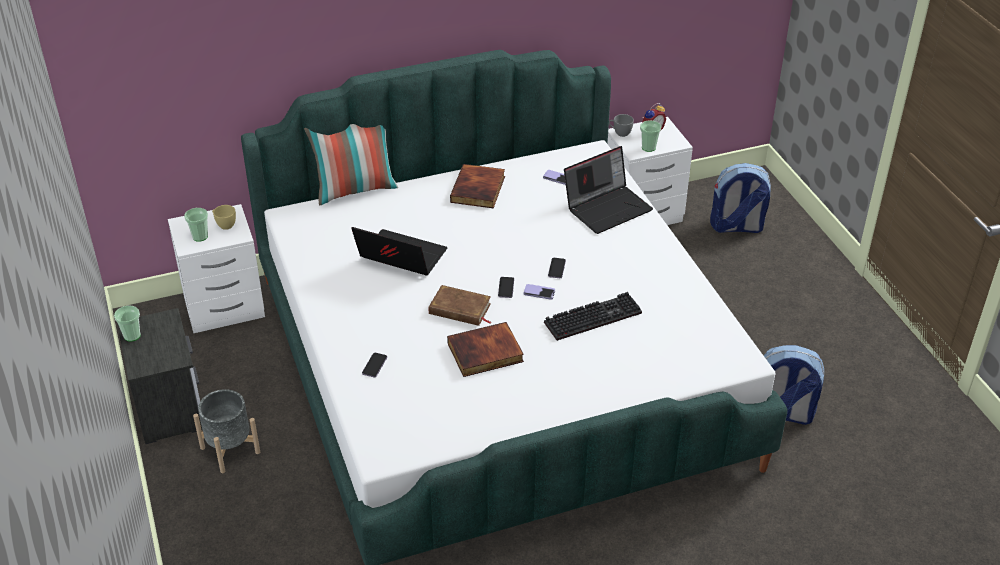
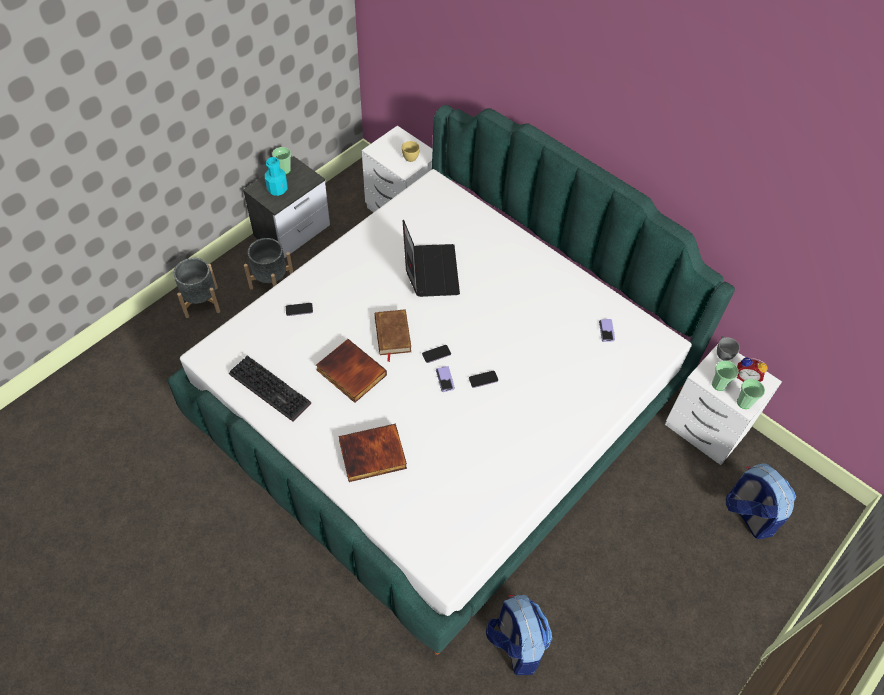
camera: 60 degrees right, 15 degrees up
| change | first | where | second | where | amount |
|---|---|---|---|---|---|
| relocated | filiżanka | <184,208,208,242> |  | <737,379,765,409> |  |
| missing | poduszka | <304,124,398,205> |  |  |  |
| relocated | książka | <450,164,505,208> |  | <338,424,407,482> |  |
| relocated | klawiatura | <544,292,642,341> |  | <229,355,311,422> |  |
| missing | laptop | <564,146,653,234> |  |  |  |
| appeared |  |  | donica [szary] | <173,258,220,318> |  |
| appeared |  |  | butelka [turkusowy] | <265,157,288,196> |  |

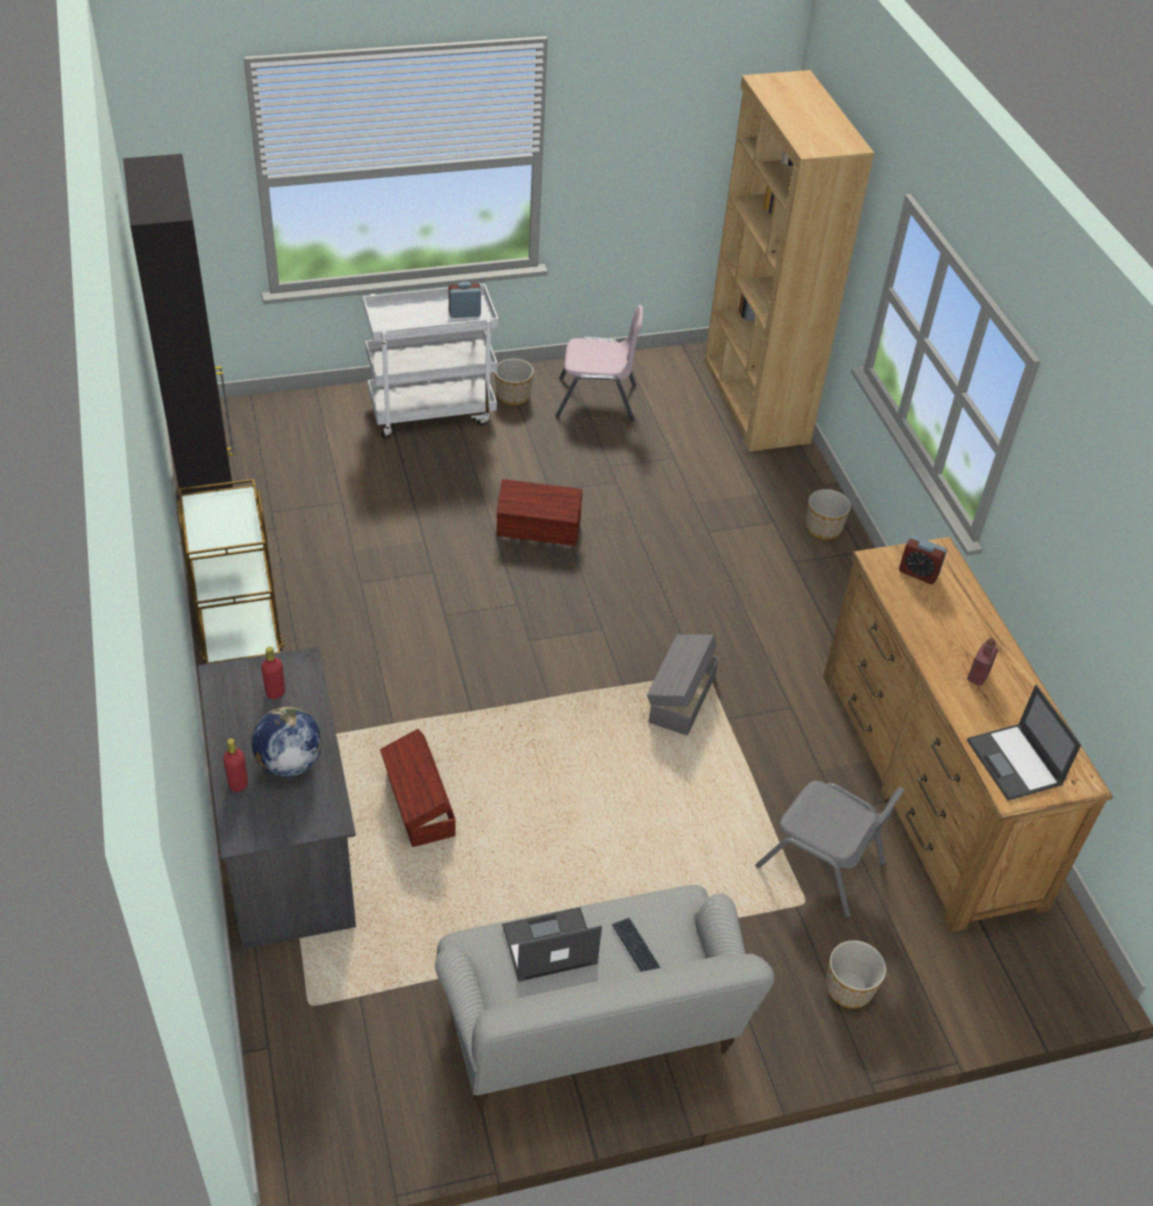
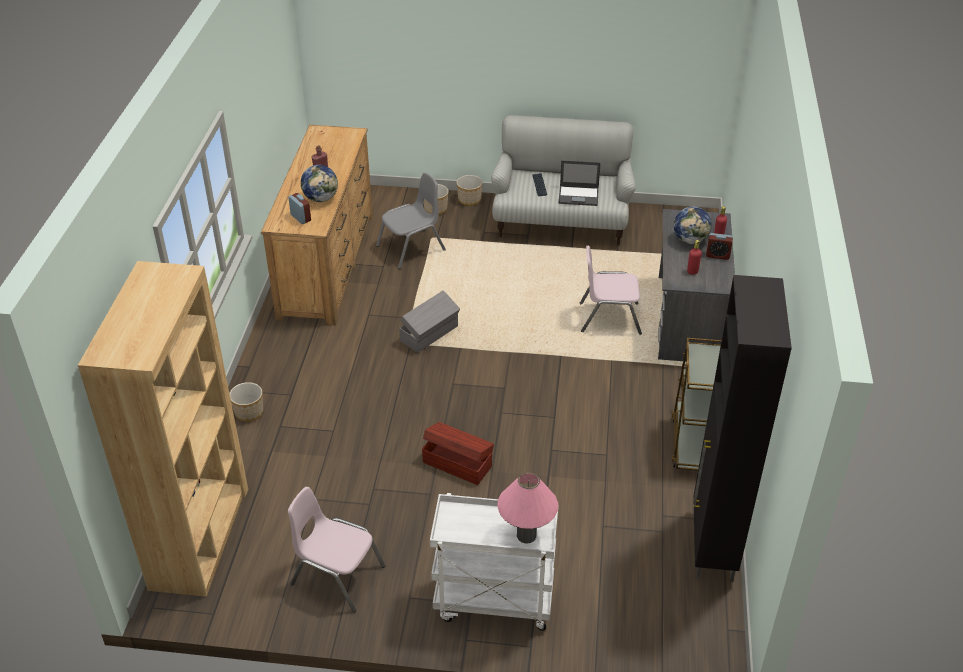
camera: 155 degrees left, 5 degrees down
| change | first | where | second | where | amount |
|---|---|---|---|---|---|
| exchanged | pojemnik do przechowywania [brązowy] | <380,729,456,847> | krzesło [różowy] | <580,245,642,335> |  |
| relocated | budzik | <449,282,481,318> |  | <706,233,733,260> |  |
| relocated | donica | <495,359,534,405> |  | <456,175,483,206> |  |
| spun | krzesło [szary] | <755,781,905,918> |  | <376,173,446,269> | 90 degrees clockwise |
| missing | laptop | <967,685,1081,801> |  |  |  |
| appeared |  |  | globus | <301,165,338,202> |  |
| appeared |  |  | lampa stołowa [różowy] | <497,473,558,544> |  |

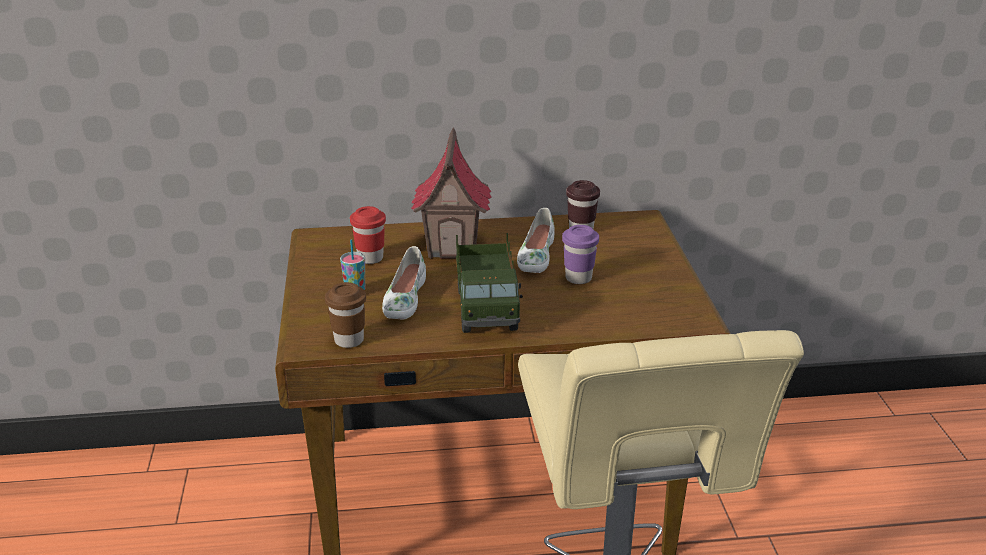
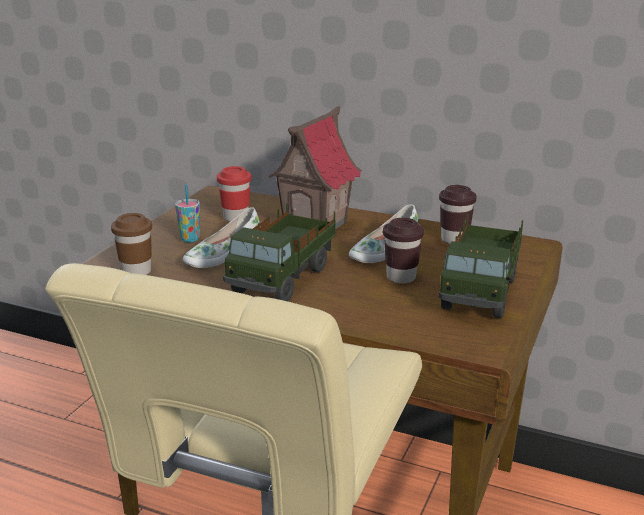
camera: 30 degrees right, 5 degrees down
| change | first | where | second | where | amount |
|---|---|---|---|---|---|
| colour | filiżanka [fioletowy] | <562,225,599,284> | filiżanka [brązowy] | <383,218,424,284> |  |
| appeared |  |  | ciężarówka zabawkowa | <439,213,523,318> |  |

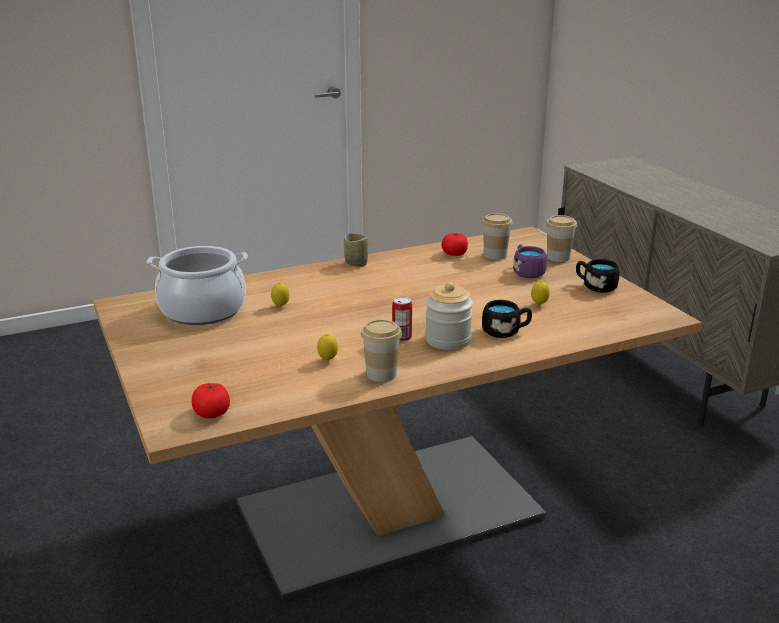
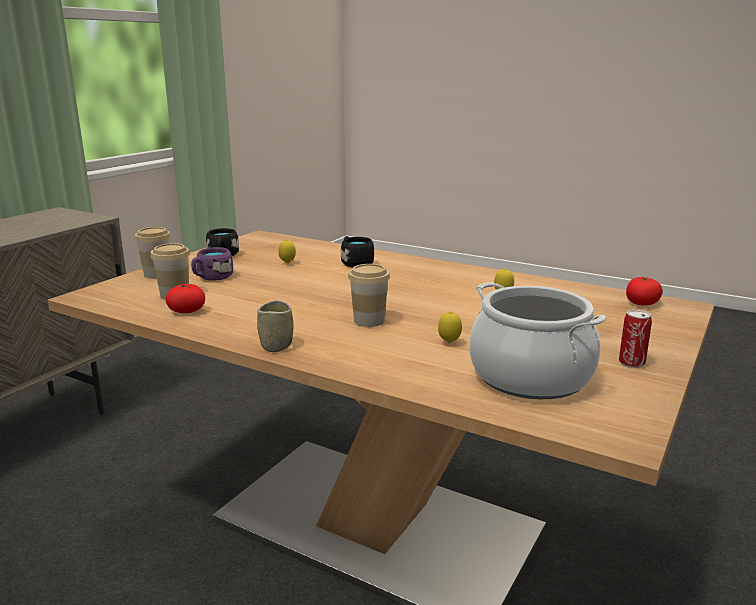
camera: 125 degrees left, 5 degrees down
| change | first | where | second | where | amount |
|---|---|---|---|---|---|
| relocated | filiżanka | <361,319,402,382> |  | <348,264,390,327> |  |
| relocated | puszka | <392,296,412,342> |  | <619,309,652,368> |  |
| missing | słoik | <425,282,473,350> |  |  |  |

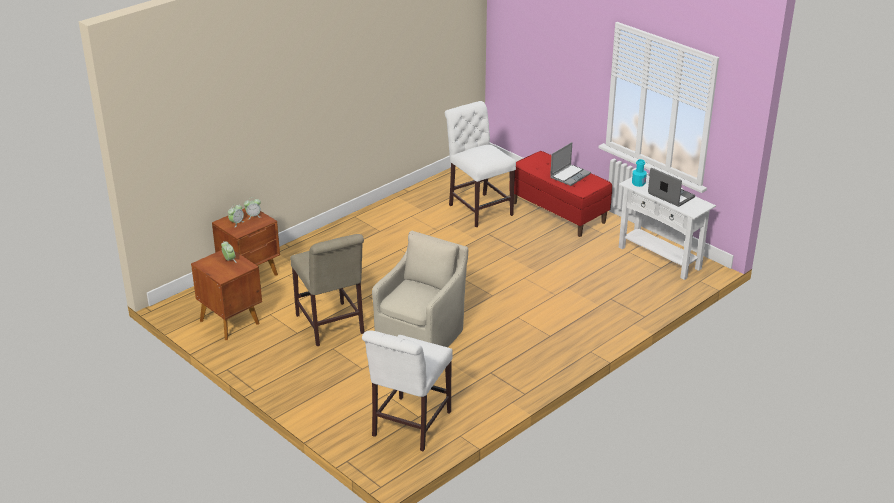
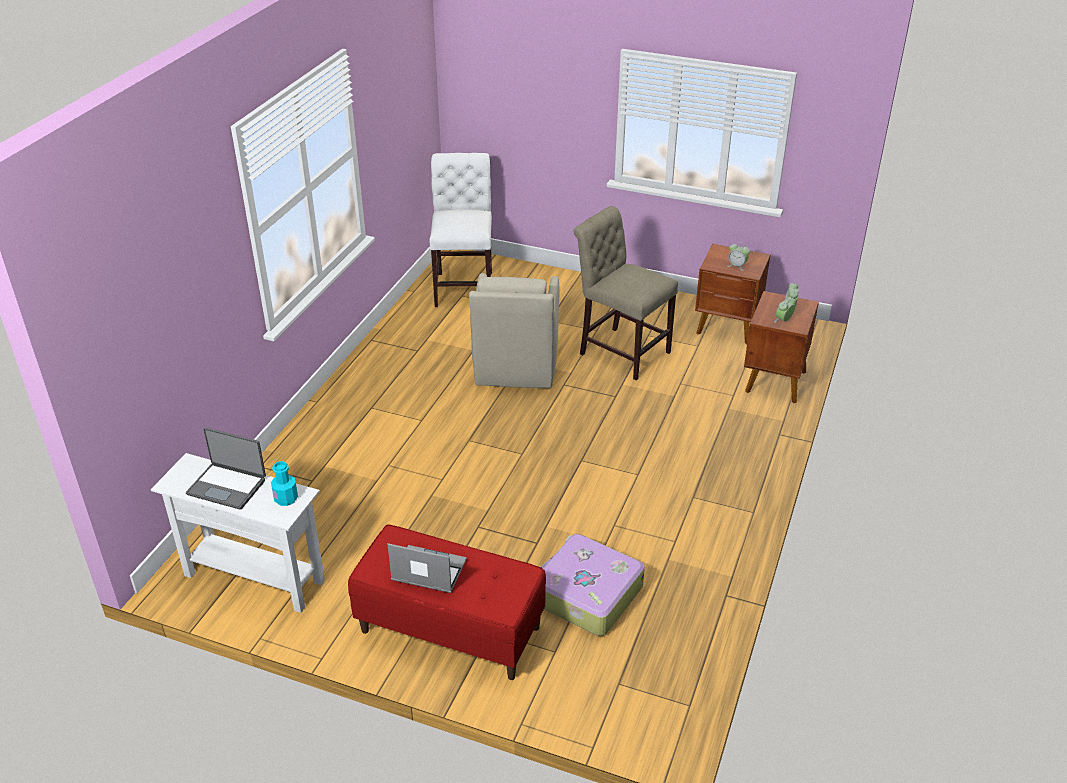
camera: 155 degrees right, 5 degrees up
| change | first | where | second | where | amount |
|---|---|---|---|---|---|
| exchanged | krzesło [biały] | <445,101,516,227> | walizka | <541,534,645,636> |  |
| spun | laptop | <550,142,591,186> |  | <388,543,467,593> | 90 degrees clockwise |

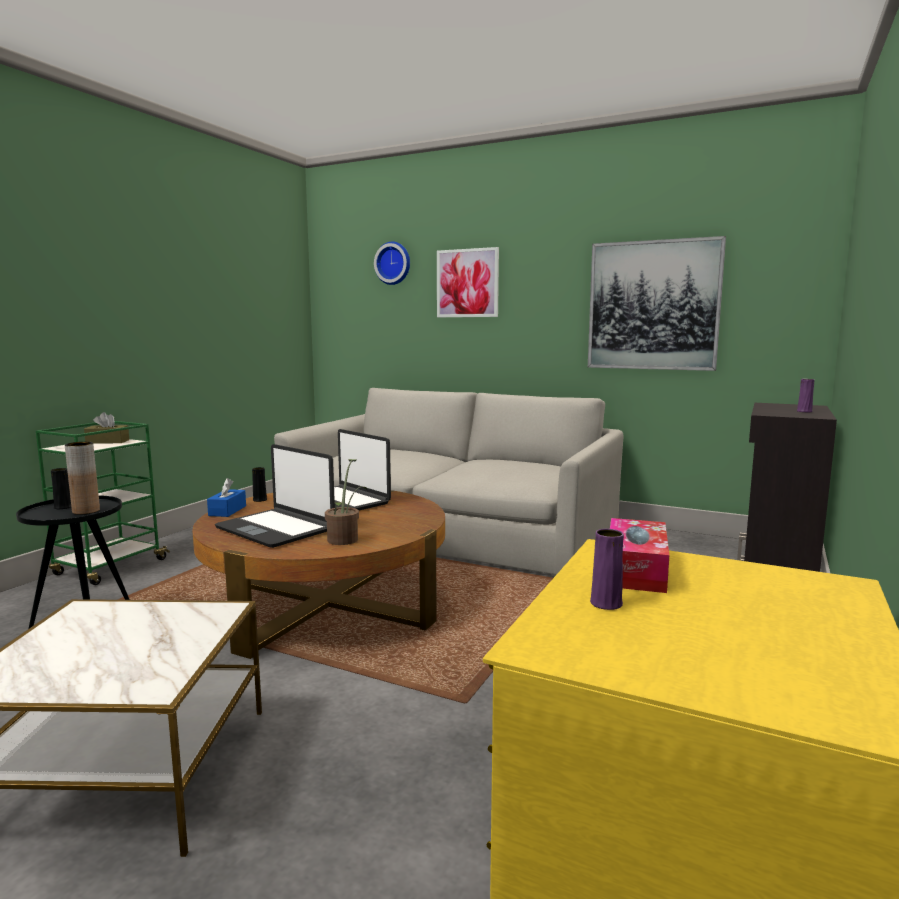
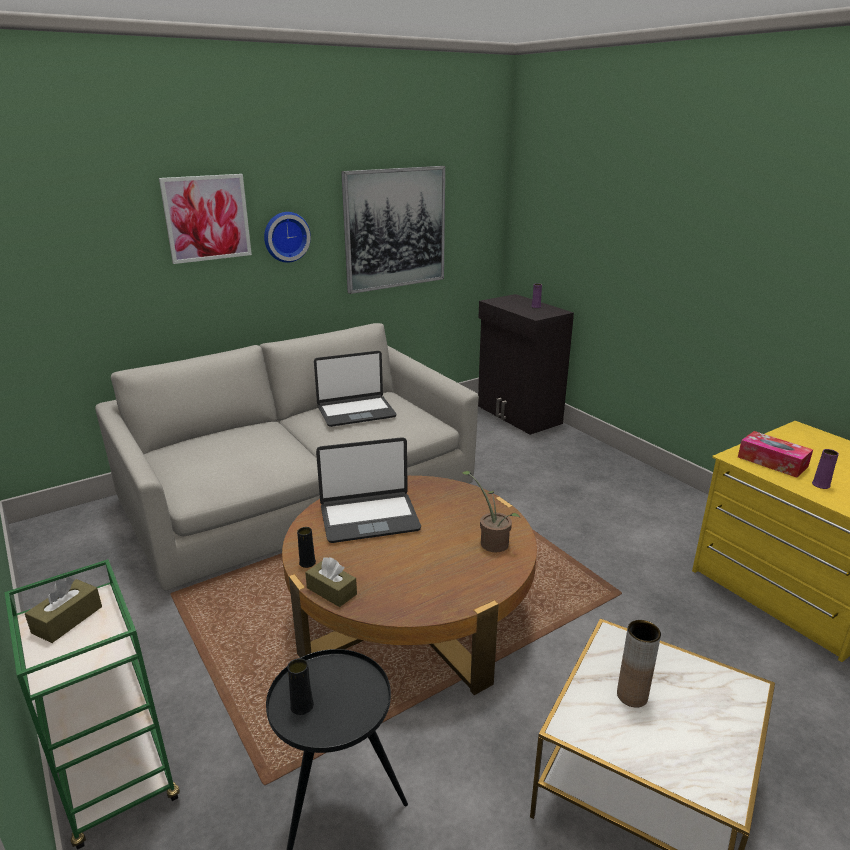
camera: 60 degrees left, 15 degrees up
| change | first | where | second | where | amount |
|---|---|---|---|---|---|
| relocated | wazon [brązowy] | <65,442,100,515> |  | <617,620,661,708> |  |
| colour | pudełko chusteczek [niebieski] | <207,478,246,517> | pudełko chusteczek [brązowy] | <305,557,357,607> |  |
| relocated | laptop | <215,444,335,548> |  | <314,351,396,427> |  |
| relocated | zegar ścienny | <374,241,410,285> |  | <264,212,311,263> |  |

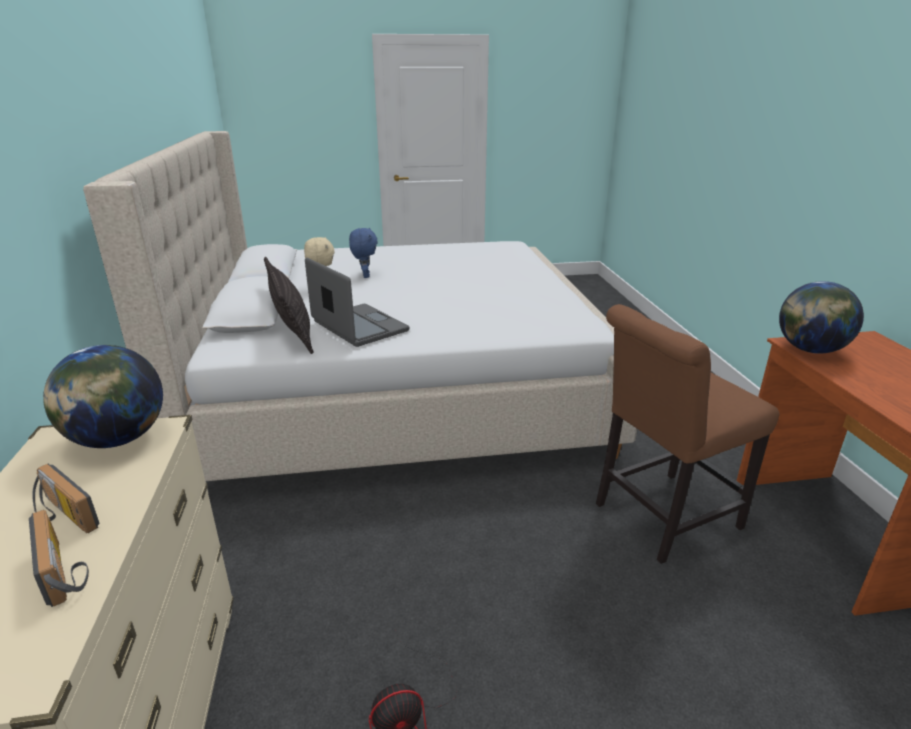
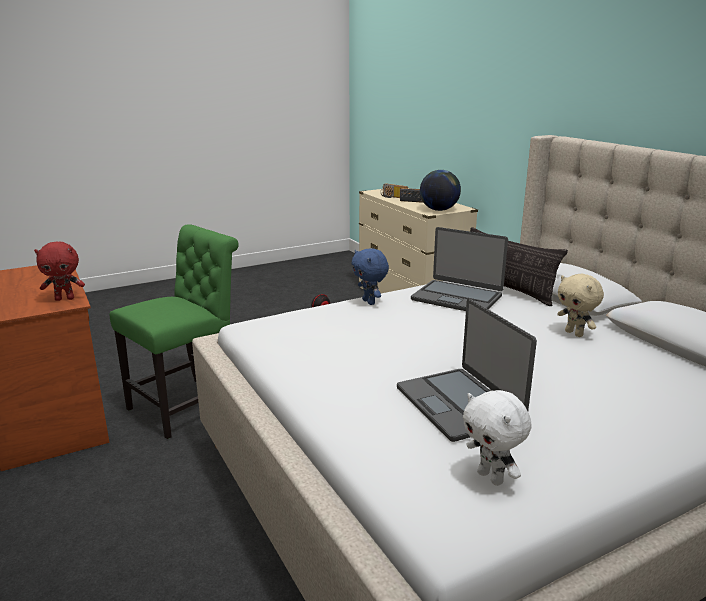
camera: 160 degrees right, 5 degrees down
| change | first | where | second | where | amount |
|---|---|---|---|---|---|
| relocated | pluszak [niebieski] | <349,228,377,278> |  | <352,248,389,305> |  |
| colour | krzesło [brązowy] | <596,304,780,564> | krzesło [zielony] | <109,224,239,439> |  |
| exchanged | globus | <779,281,864,353> | pluszak [czerwony] | <34,242,85,301> |  |
| appeared |  |  | laptop | <397,299,537,442> |  |
| appeared |  |  | pluszak [biały] | <463,390,531,486> |  |

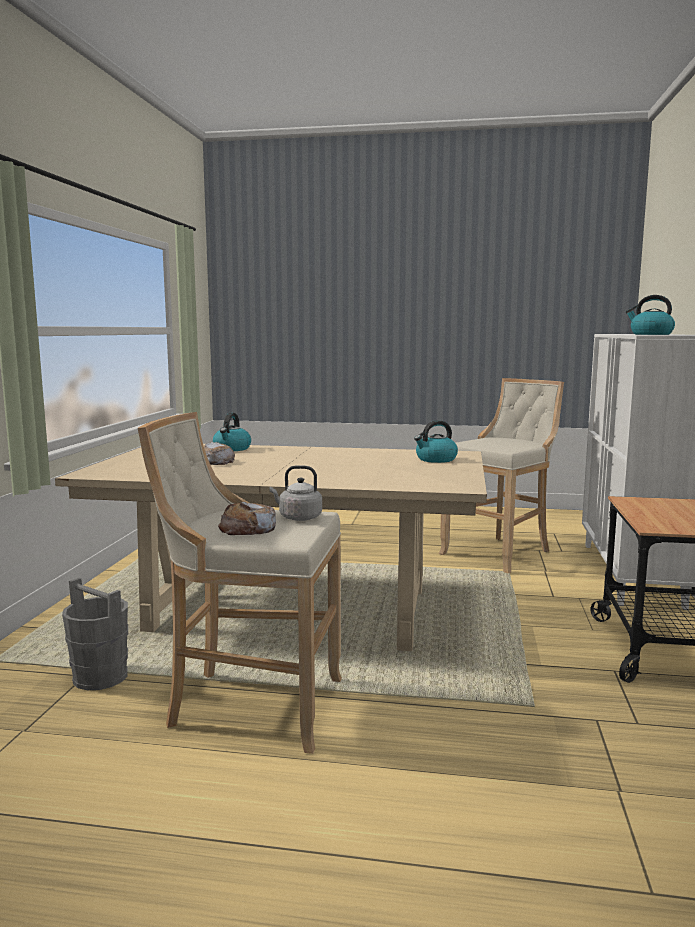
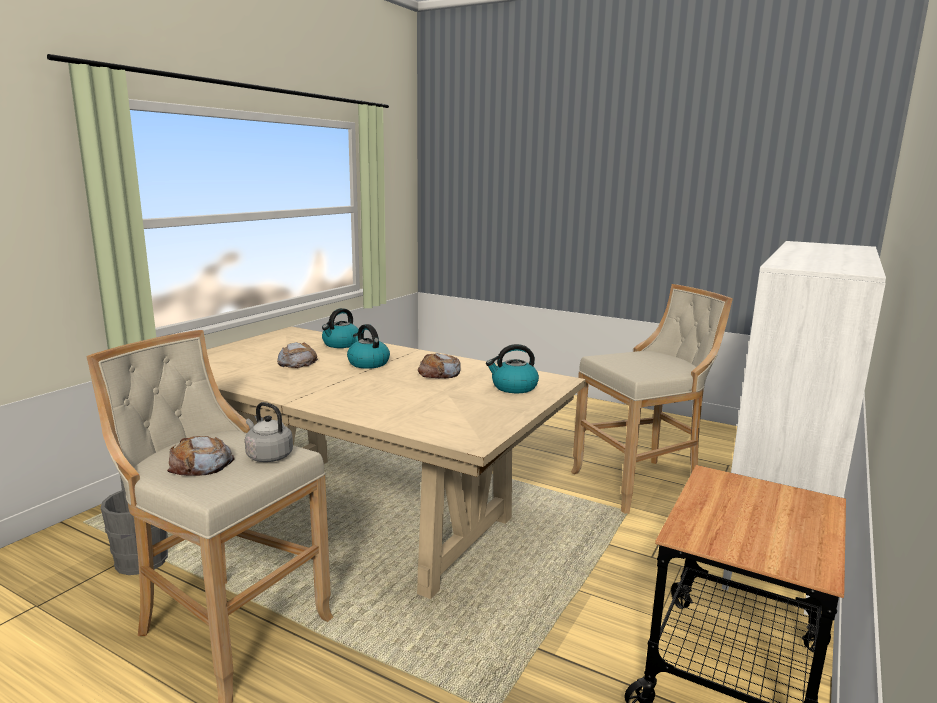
camera: 20 degrees right, 5 degrees up
| change | first | where | second | where | amount |
|---|---|---|---|---|---|
| relocated | czajnik | <626,295,675,335> |  | <347,324,390,369> |  |
| appeared |  |  | chleb | <418,353,461,378> |  |

